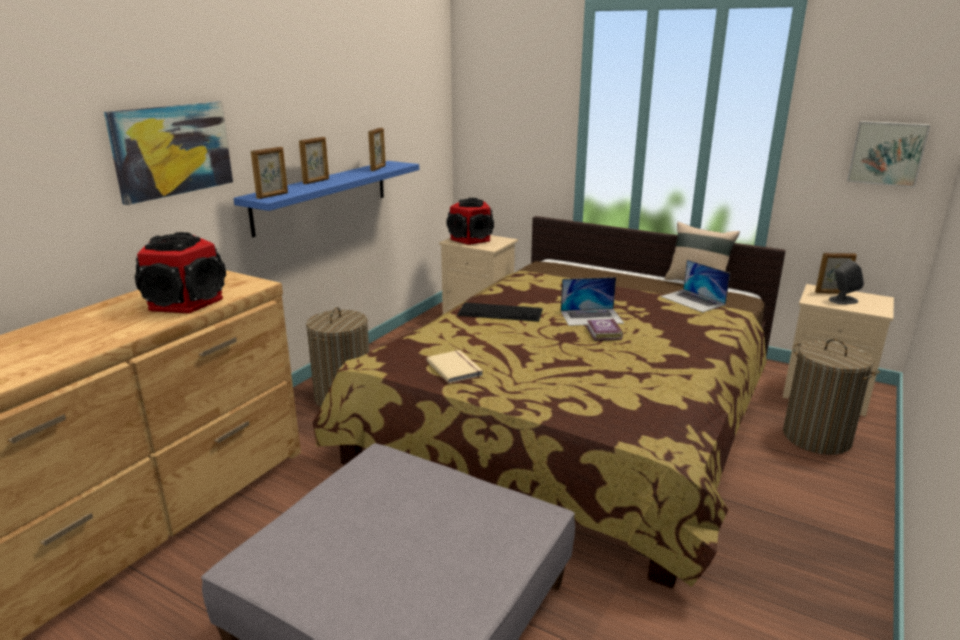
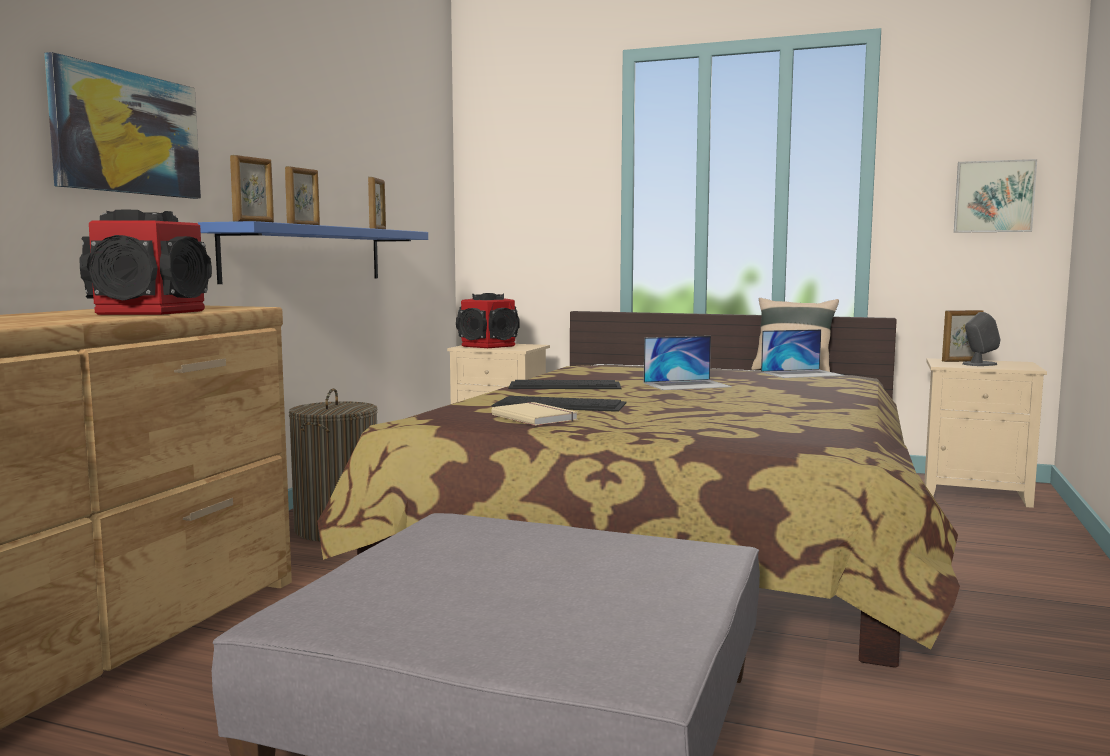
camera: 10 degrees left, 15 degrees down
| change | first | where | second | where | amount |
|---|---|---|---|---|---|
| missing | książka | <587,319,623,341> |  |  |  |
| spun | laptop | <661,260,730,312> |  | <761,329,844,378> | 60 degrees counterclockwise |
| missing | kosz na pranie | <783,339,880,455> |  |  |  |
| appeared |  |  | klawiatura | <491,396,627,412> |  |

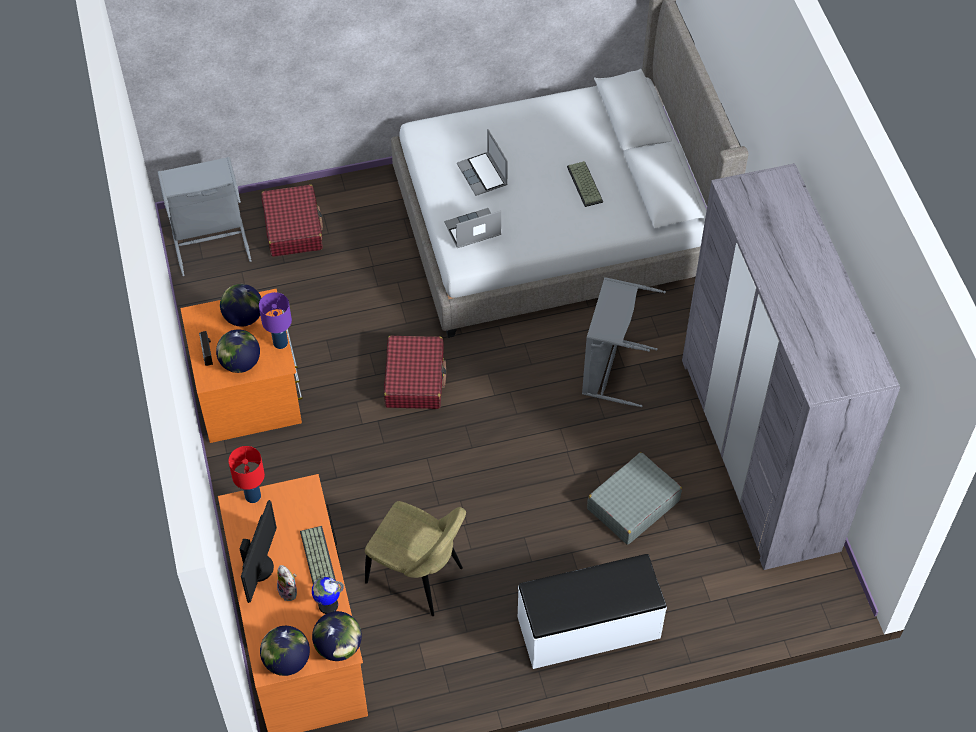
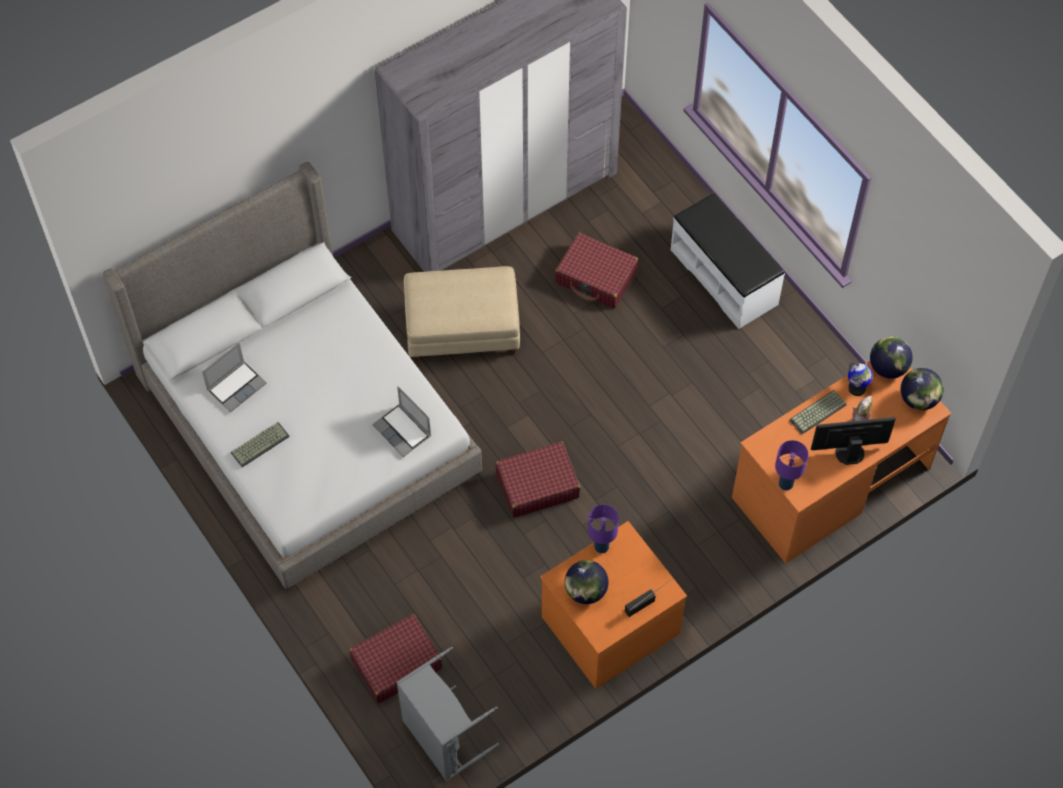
camera: 110 degrees left, 5 degrees up
| change | first | where | second | where | amount |
|---|---|---|---|---|---|
| missing | globus | <216,329,260,373> |  |  |  |
| colour | lampa stołowa [czerwony] | <228,446,265,503> | lampa stołowa [fioletowy] | <775,440,808,491> |  |
| missing | krzesło [beżowy] | <365,501,466,616> |  |  |  |
| relocated | laptop | <457,129,508,196> |  | <202,343,267,413> |  |
| relocated | klawiatura | <567,161,603,207> |  | <231,422,290,467> |  |
| exchanged | kosz na pranie [szary] | <582,277,666,407> | pufa [beżowy] | <404,266,520,361> |  |
| colour | walizka [szary] | <587,452,682,545> | walizka [czerwony] | <555,233,638,308> |  |

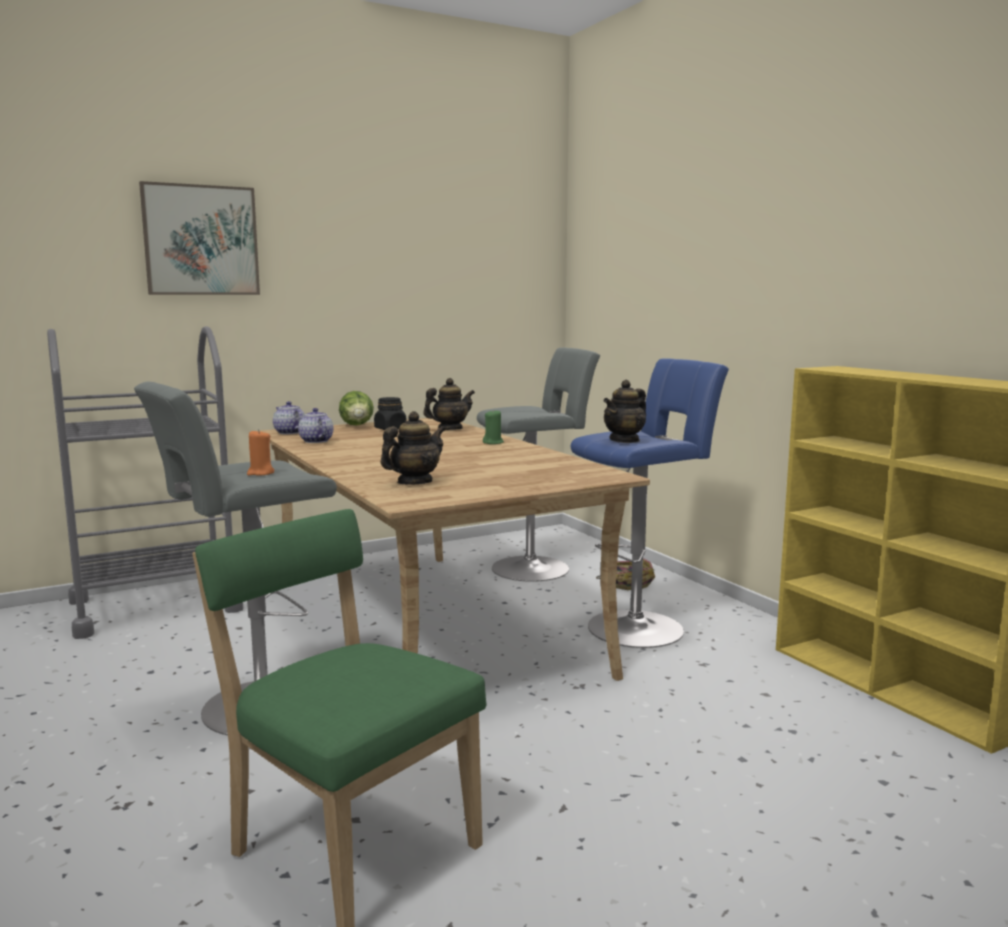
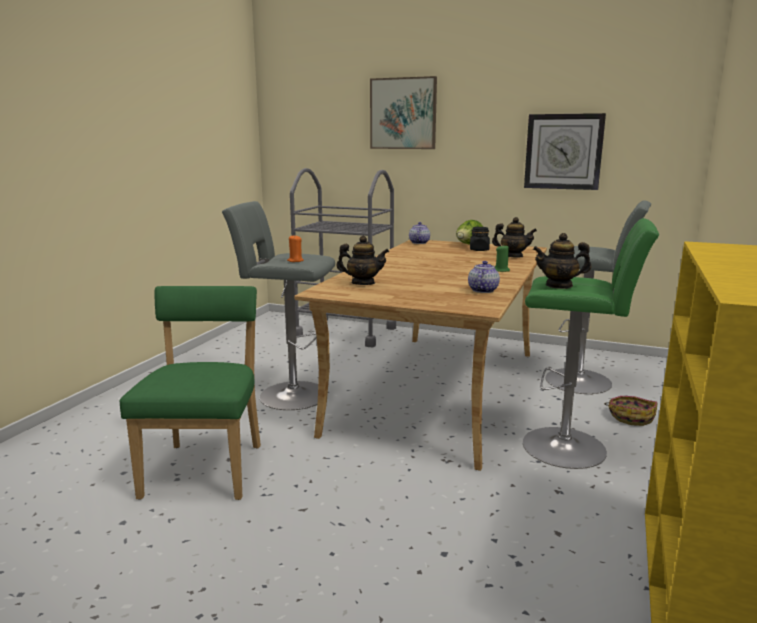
camera: 50 degrees right, 5 degrees up
| change | first | where | second | where | amount |
|---|---|---|---|---|---|
| relocated | imbryk | <298,408,334,443> |  | <468,261,500,293> |  |
| colour | stołek [niebieski] | <571,359,729,648> | stołek [zielony] | <523,218,659,469> |  |
| appeared |  |  | zegar ścienny | <524,113,606,190> |  |

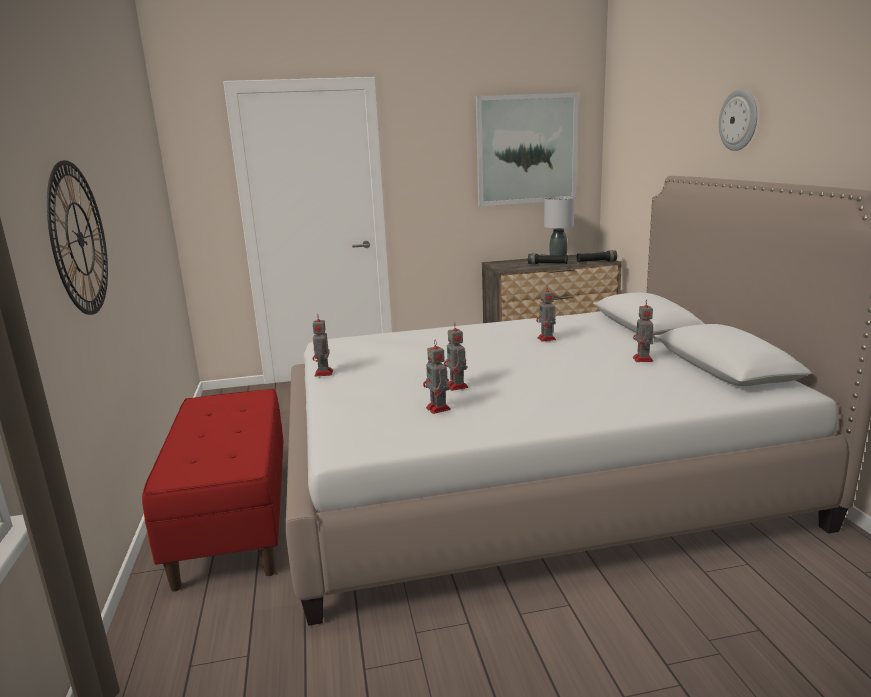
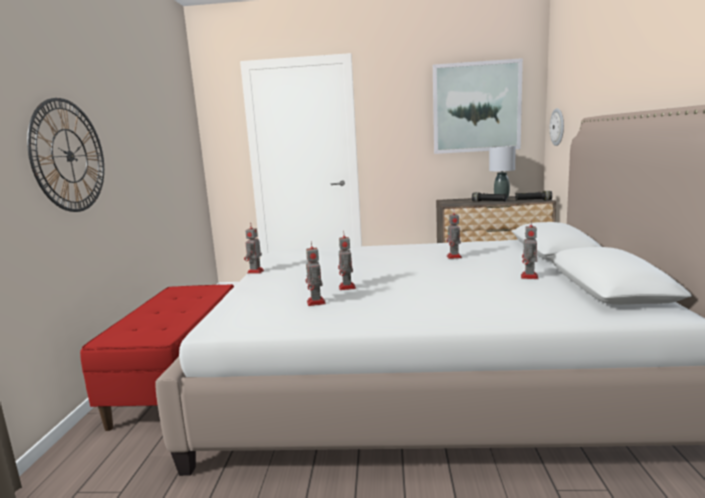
camera: 15 degrees right, 5 degrees down
| change | first | where | second | where | amount |
|---|---|---|---|---|---|
| relocated | zegar ścienny | <719,89,757,151> |  | <550,108,564,146> |  |

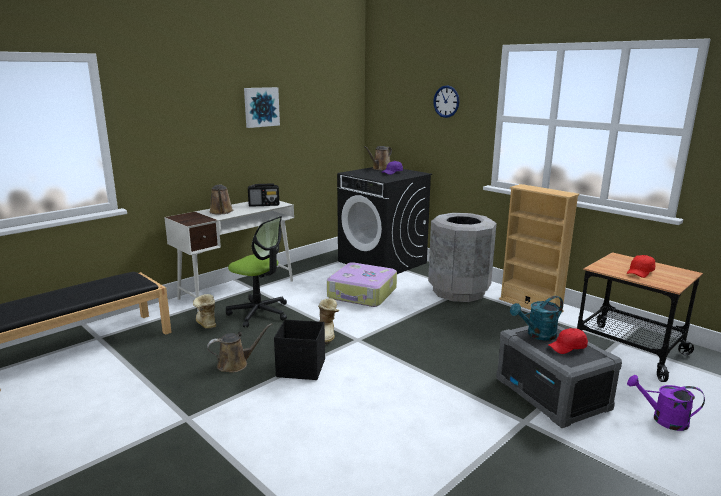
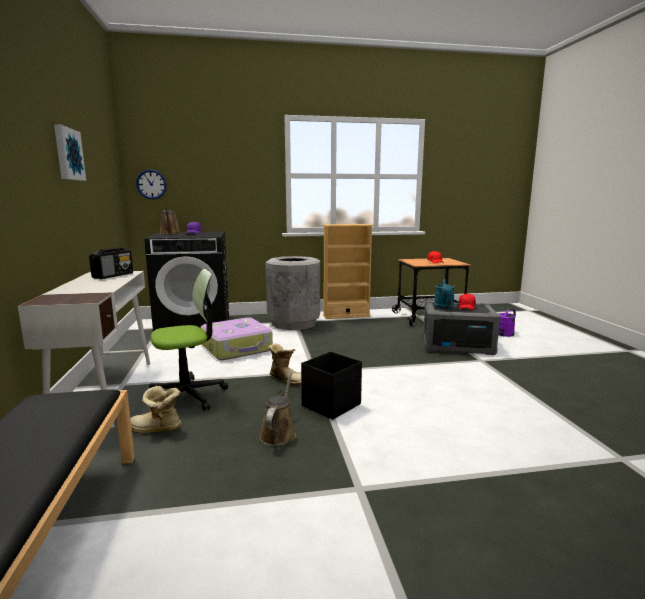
camera: 55 degrees left, 5 degrees down
| change | first | where | second | where | amount |
|---|---|---|---|---|---|
| missing | konewka [brązowy] | <209,185,233,214> |  |  |  |
| relocated | zegar ścienny | <433,85,459,118> |  | <136,170,167,199> |  |

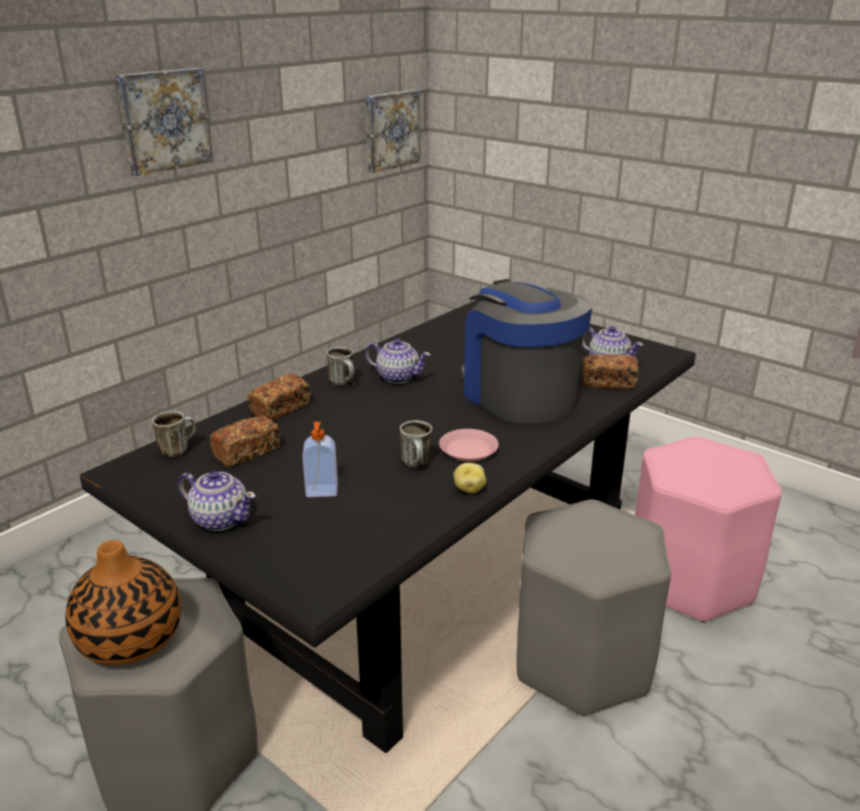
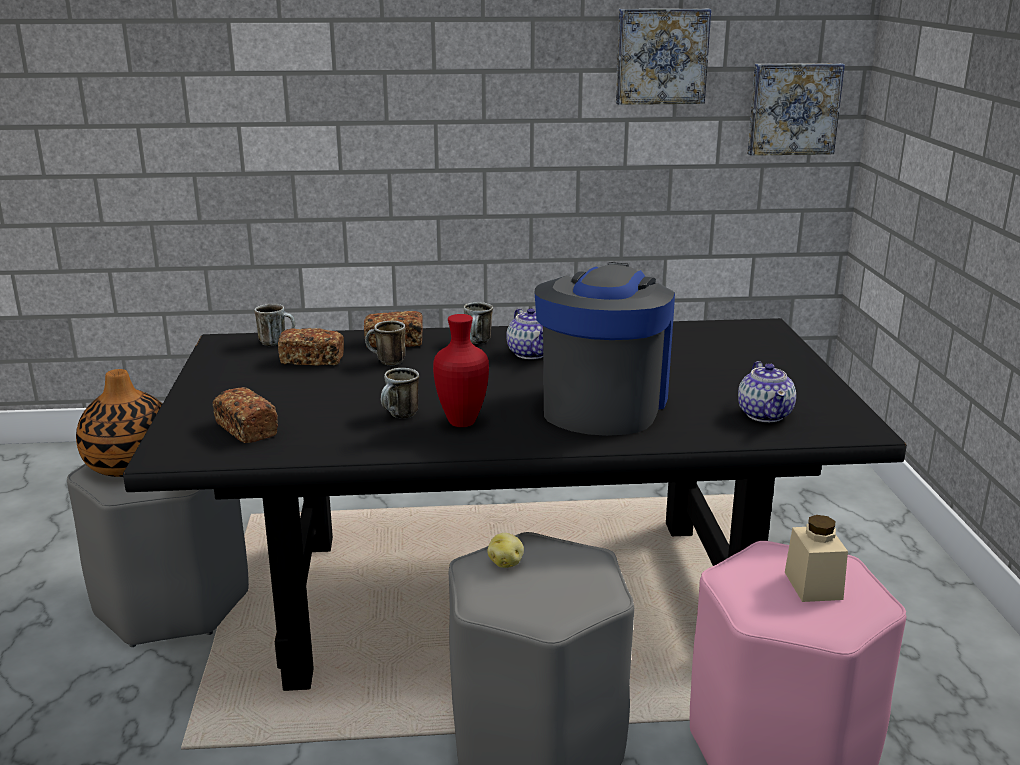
camera: 45 degrees right, 5 degrees down
| change | first | where | second | where | amount |
|---|---|---|---|---|---|
| relocated | obraz | <115,68,213,176> |  | <616,9,711,105> |  |
| missing | imbryk | <178,471,256,531> |  |  |  |
| missing | dozownik mydła | <302,422,338,497> |  |  |  |
| exchanged | talerz [różowy] | <439,429,499,462> | wazon [czerwony] | <433,314,489,427> |  |
| relocated | ziemniak | <453,463,486,493> |  | <487,533,524,568> |  |
| relocated | chleb | <583,355,638,389> |  | <213,387,278,443> |  |
| appeared |  |  | kubek | <365,321,405,365> |  |
| appeared |  |  | słoik [beżowy] | <785,515,848,602> |  |

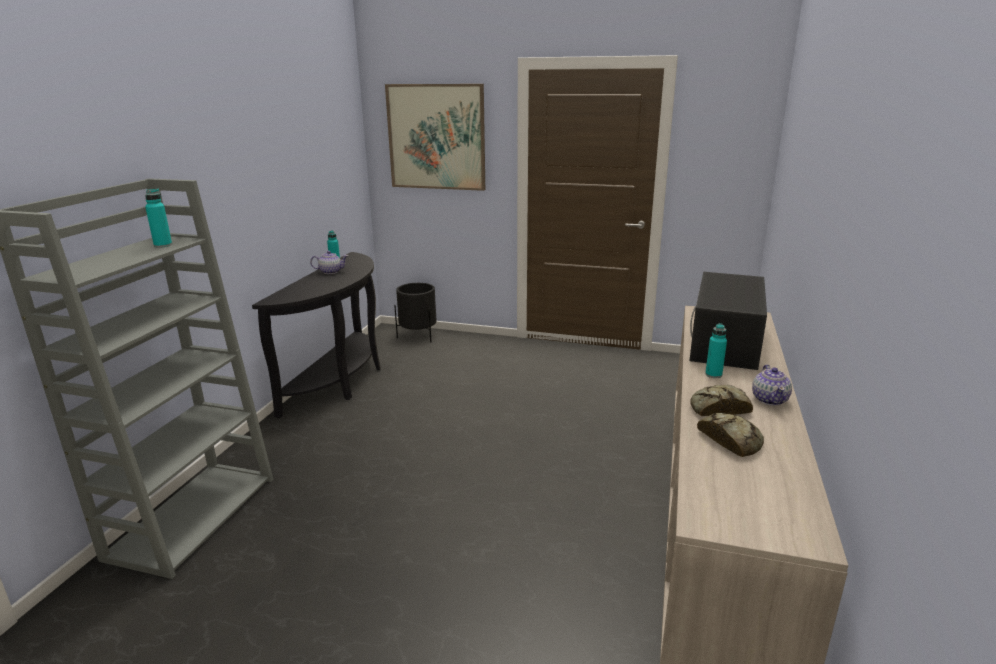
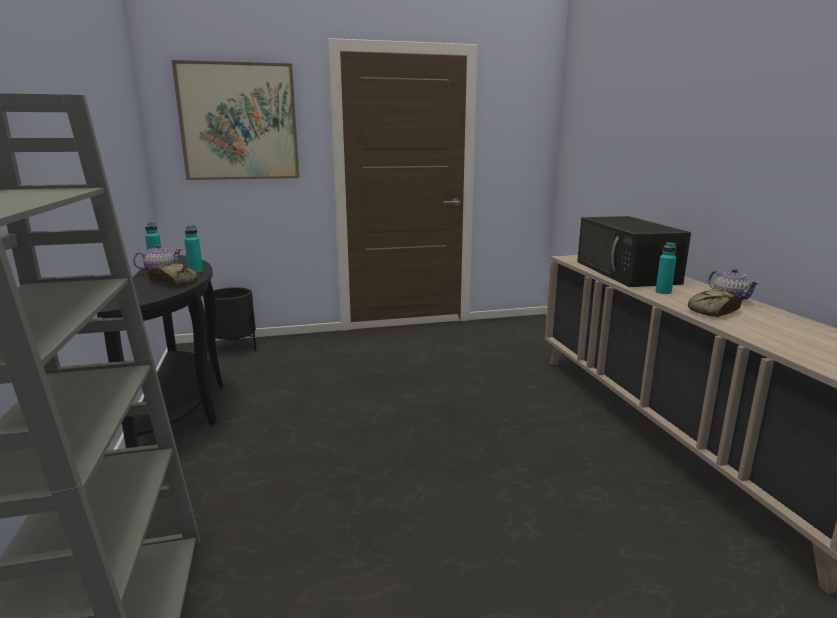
camera: 30 degrees left, 5 degrees down
| change | first | where | second | where | amount |
|---|---|---|---|---|---|
| relocated | butelka [turkusowy] | <145,189,172,248> |  | <184,225,203,273> |  |
| relocated | chleb | <697,413,764,457> |  | <148,263,199,286> |  |

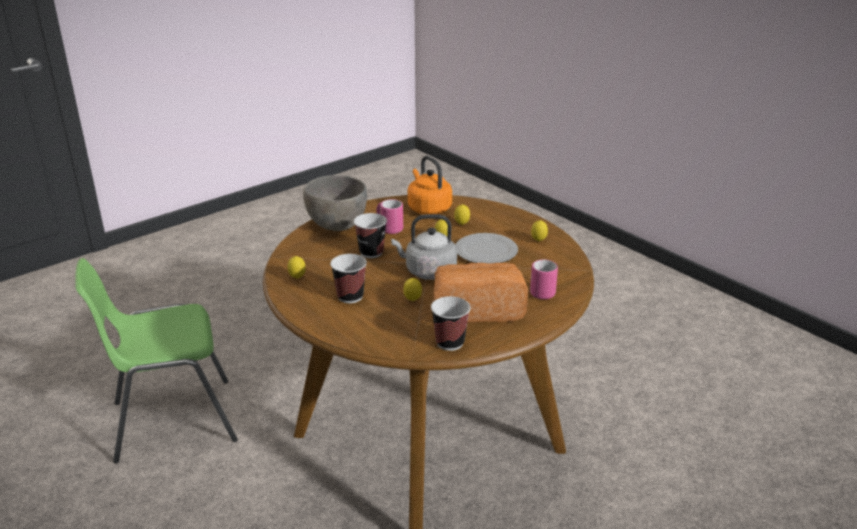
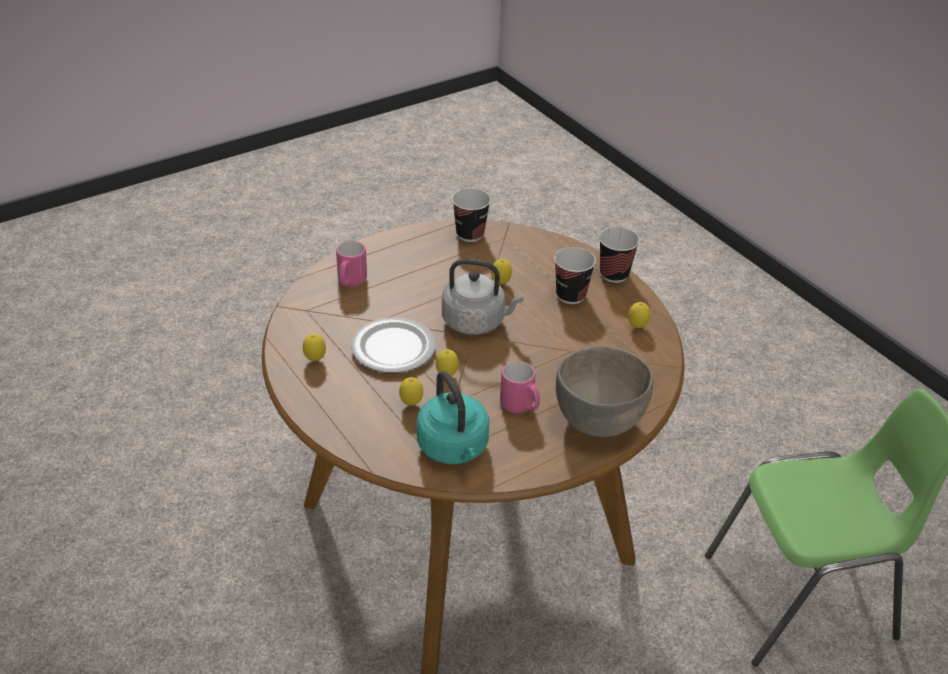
camera: 175 degrees left, 10 degrees up
| change | first | where | second | where | amount |
|---|---|---|---|---|---|
| relocated | filiżanka | <354,213,387,258> |  | <599,227,640,283> |  |
| colour | czajnik [pomarańczowy] | <408,156,452,215> | czajnik [turkusowy] | <417,371,489,464> |  |
| missing | chleb | <433,263,528,323> |  |  |  |

